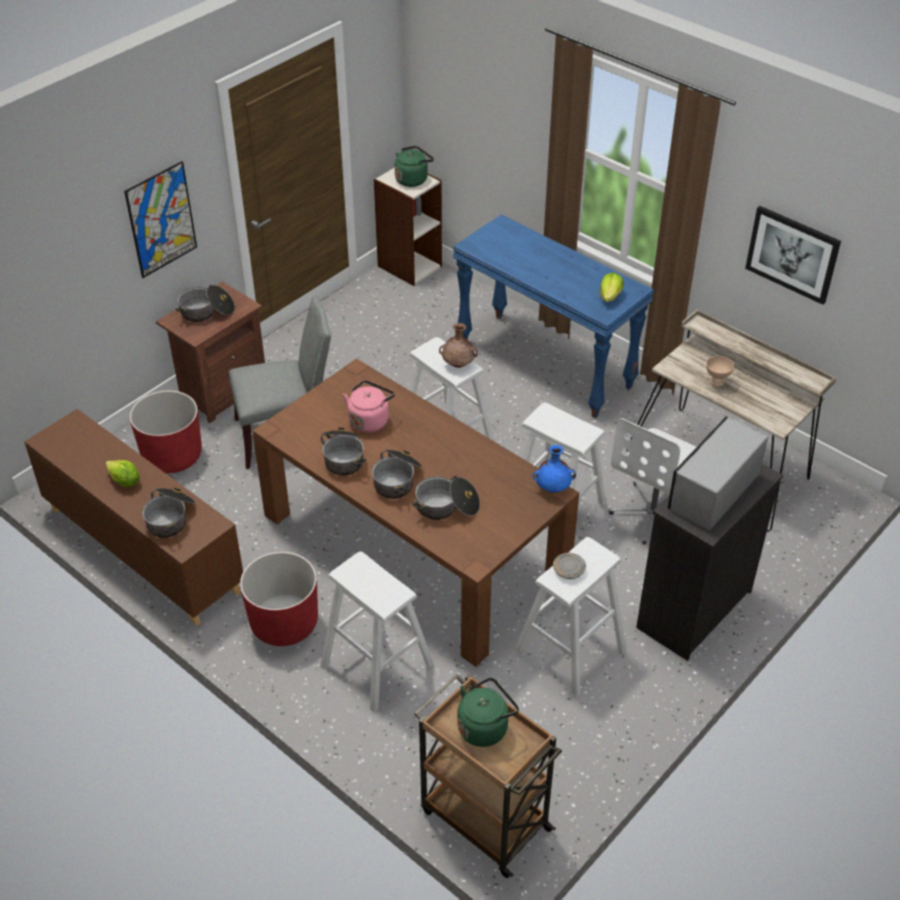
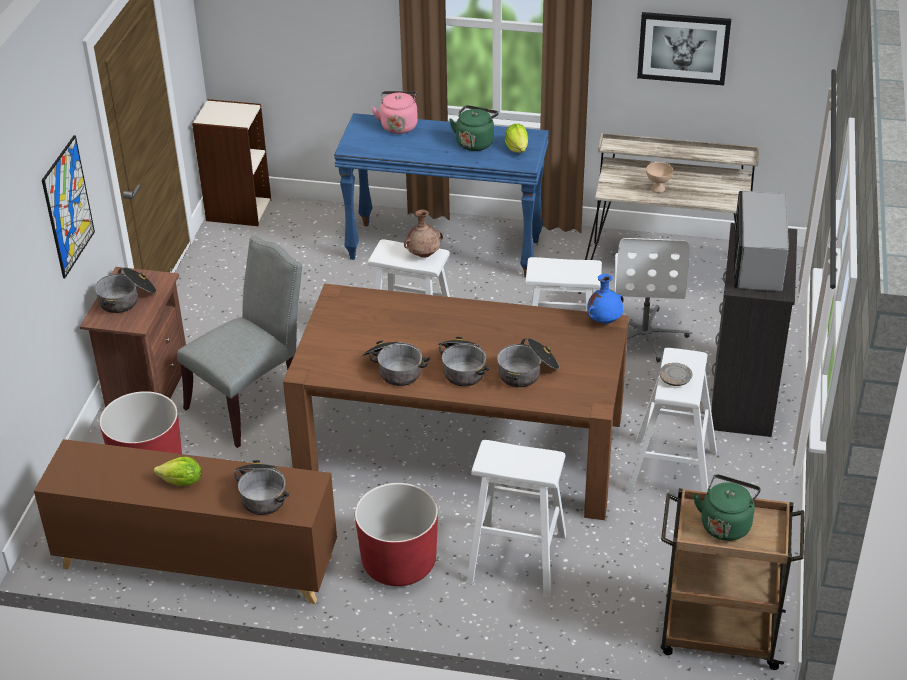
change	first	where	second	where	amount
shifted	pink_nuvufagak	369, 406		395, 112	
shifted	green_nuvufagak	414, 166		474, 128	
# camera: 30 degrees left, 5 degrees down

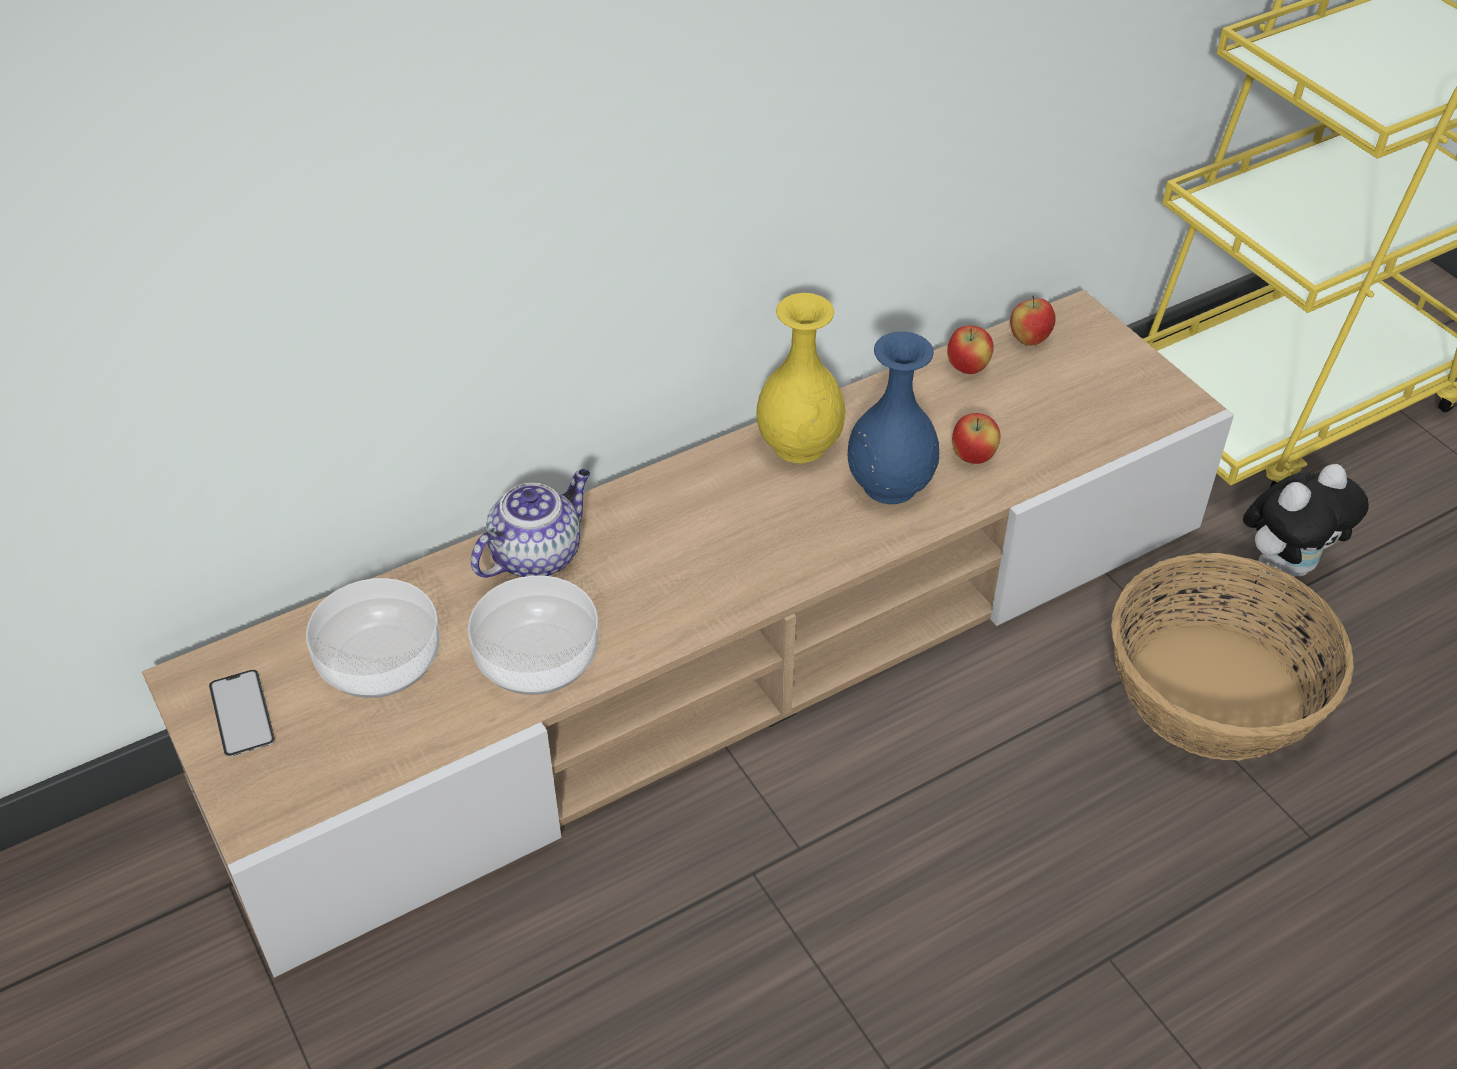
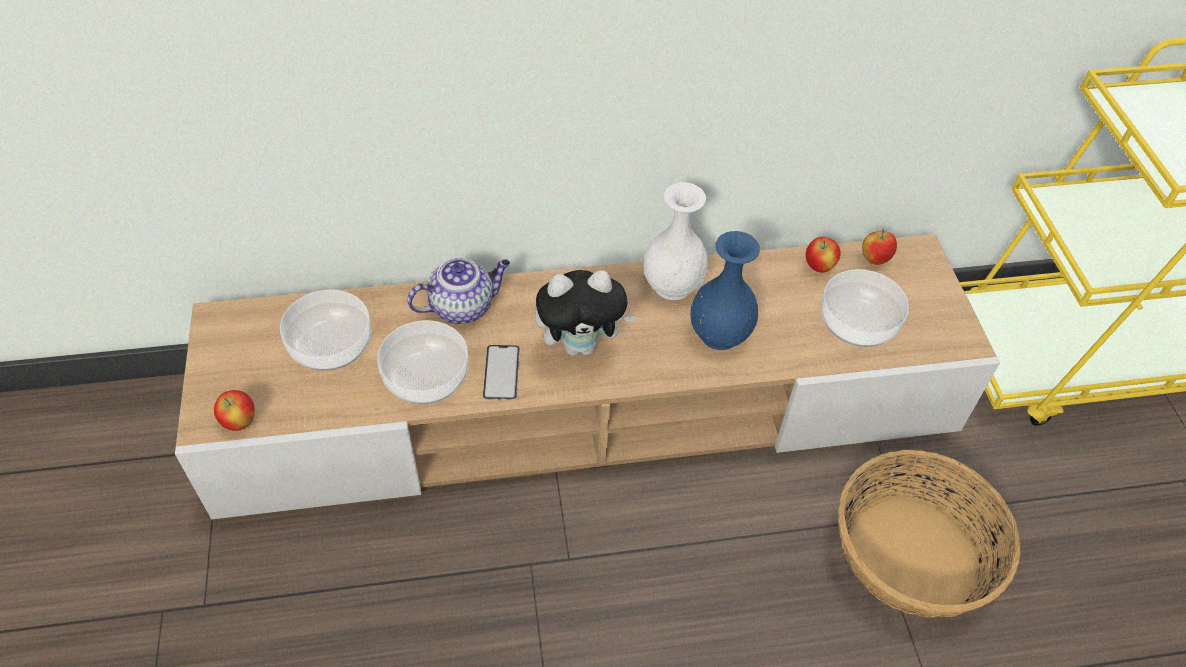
change	first	where	second	where	amount
shifted	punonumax	242, 713		501, 372	
repainted	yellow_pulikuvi	801, 378	white_pulikuvi	675, 241	
shifted	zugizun	976, 438		234, 410	
shifted	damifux	1306, 522		585, 313	
new			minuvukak	865, 308	
# camera: 20 degrees right, 5 degrees up

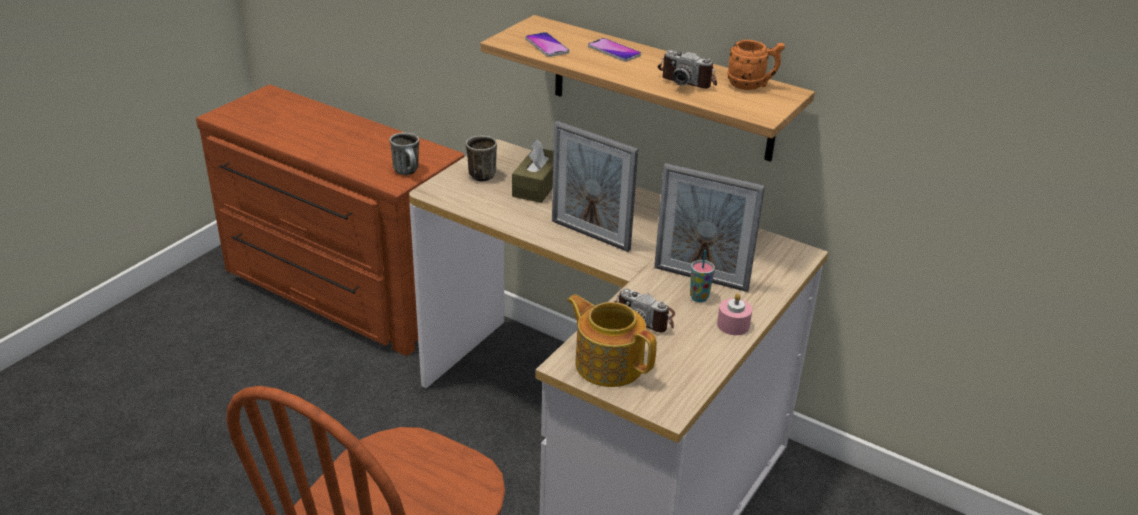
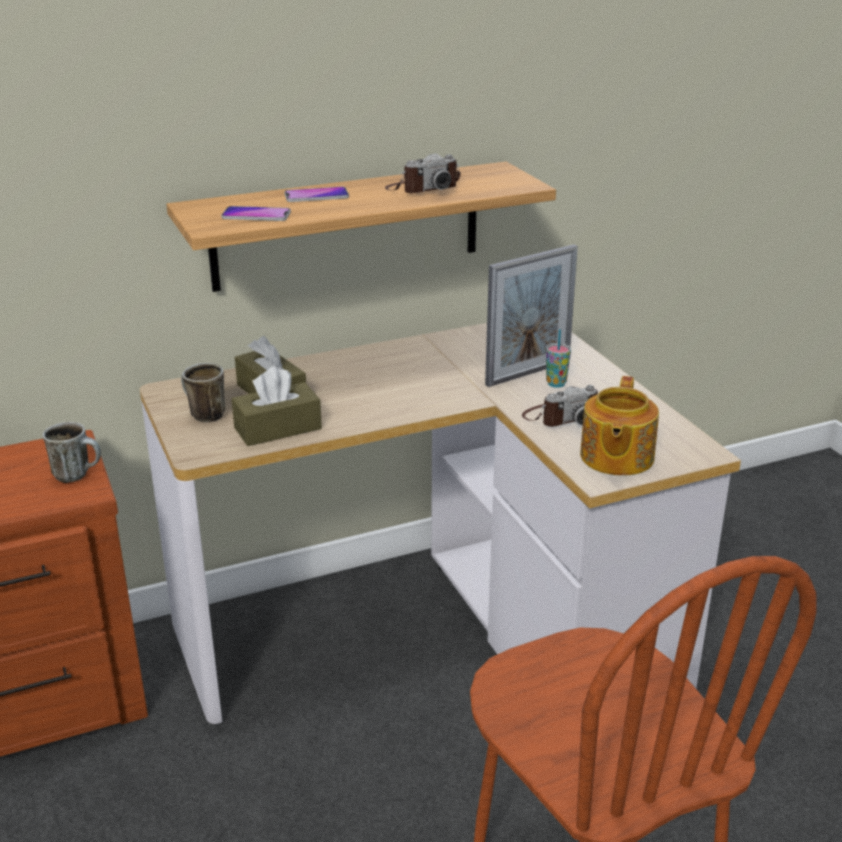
change	first	where	second	where	amount
gone	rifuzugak	595, 186			
rotated	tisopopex	612, 340		619, 426	60 degrees counterclockwise
gone	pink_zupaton	734, 314			
gone	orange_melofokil	756, 65			
new			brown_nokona	277, 406	
# camera: 55 degrees left, 5 degrees down

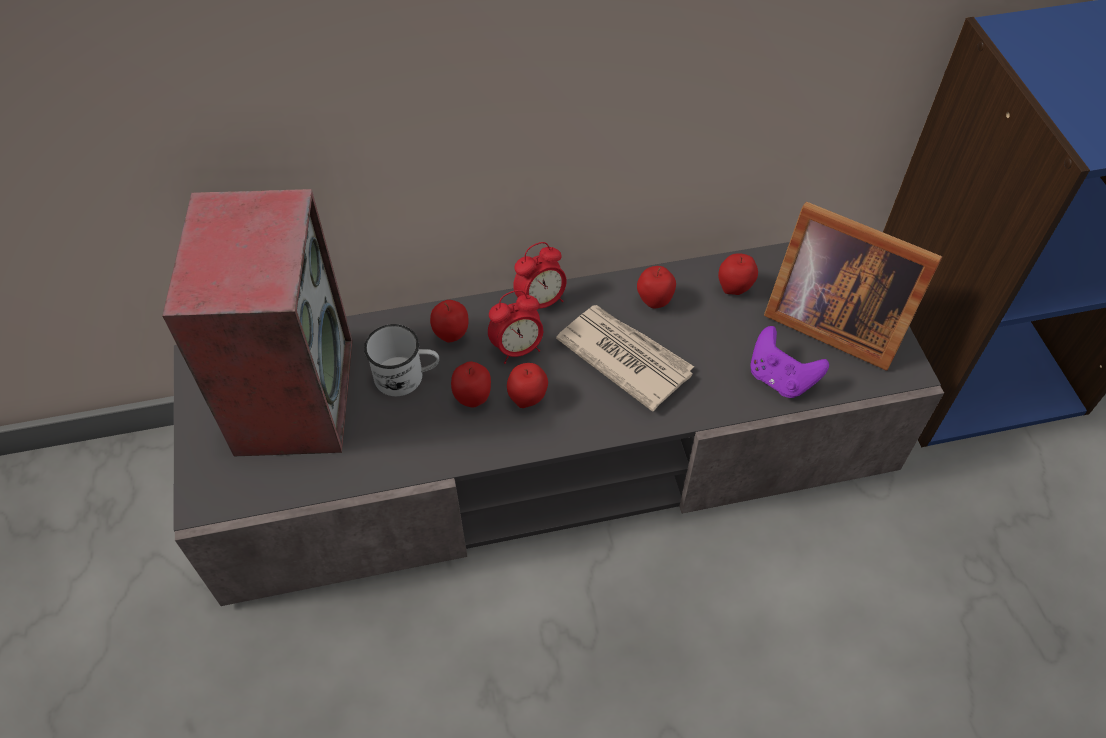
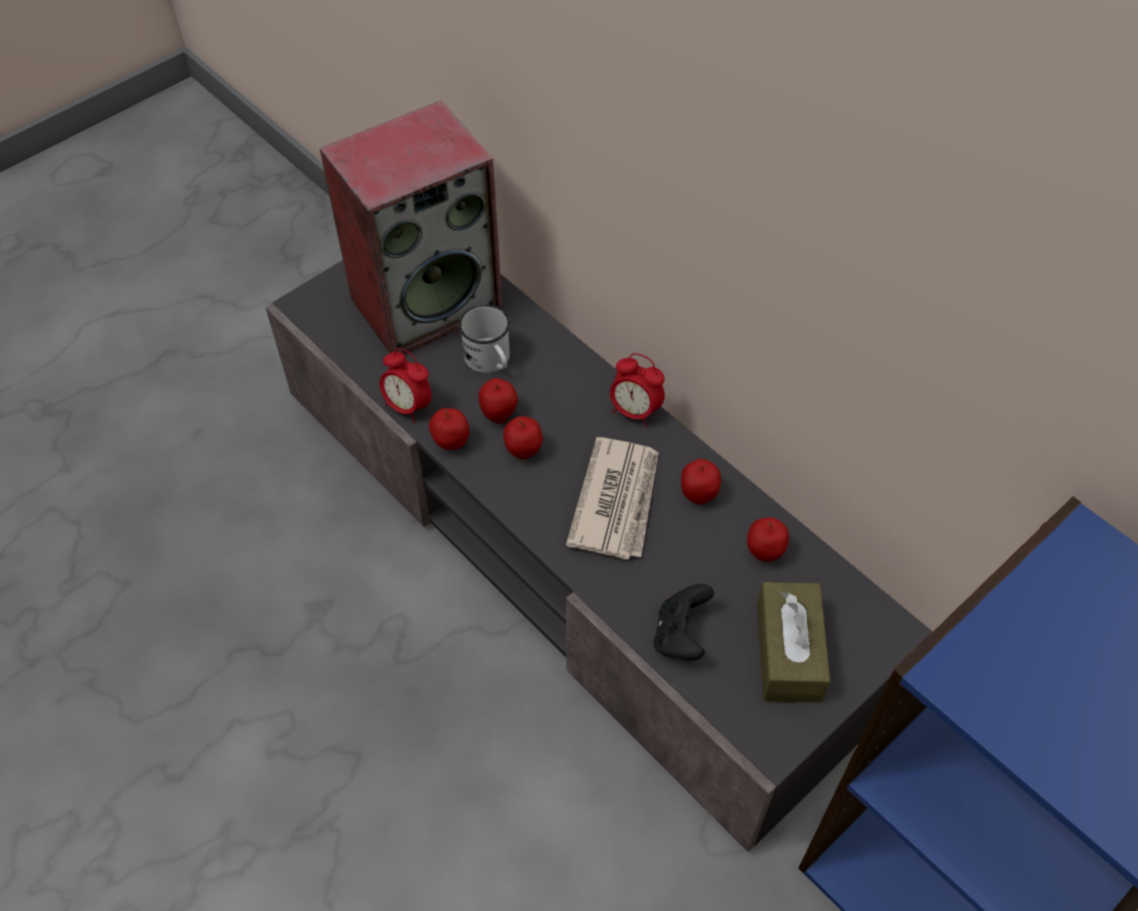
change	first	where	second	where	amount
shifted	zugizun	449, 321		449, 429	
shifted	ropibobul	515, 327		405, 385	
repainted	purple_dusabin	789, 362	black_dusabin	684, 622	
swapped	rifuzugak	853, 286	brown_nokona	793, 642	
# camera: 60 degrees right, 0 degrees up

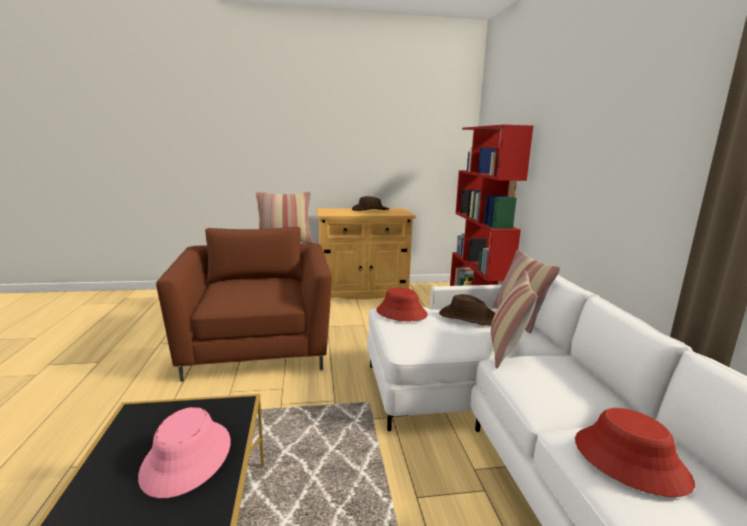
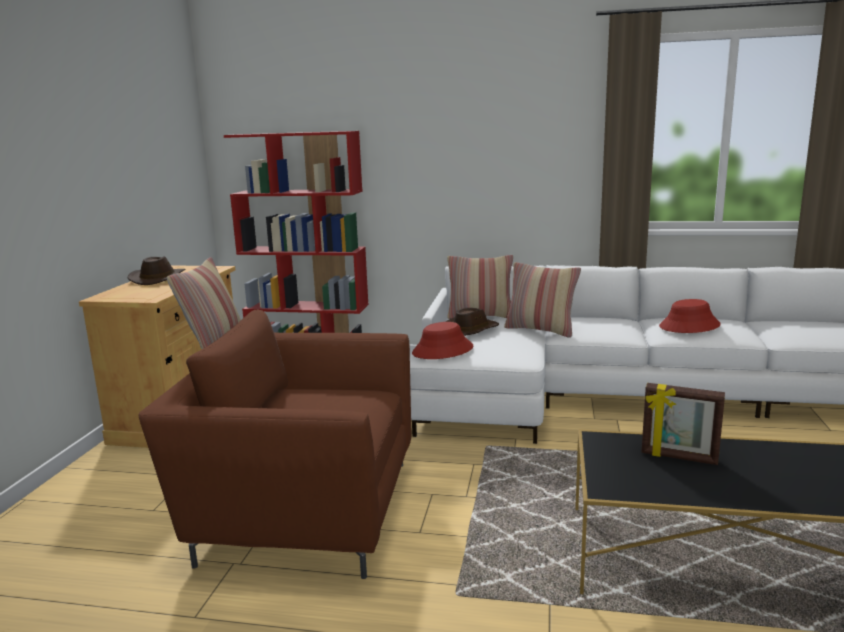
change	first	where	second	where	amount
swapped	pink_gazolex	184, 452	rifuzugak	683, 424	
# camera: 70 degrees left, 0 degrees up

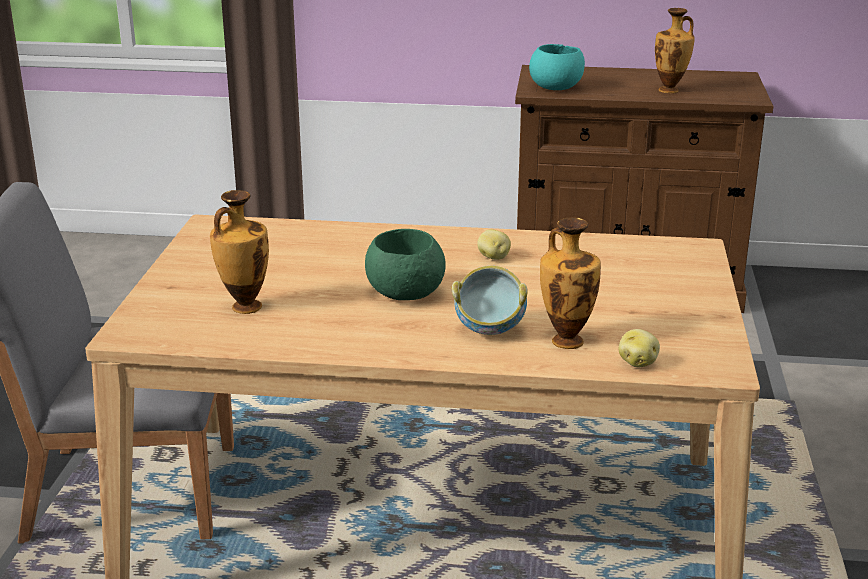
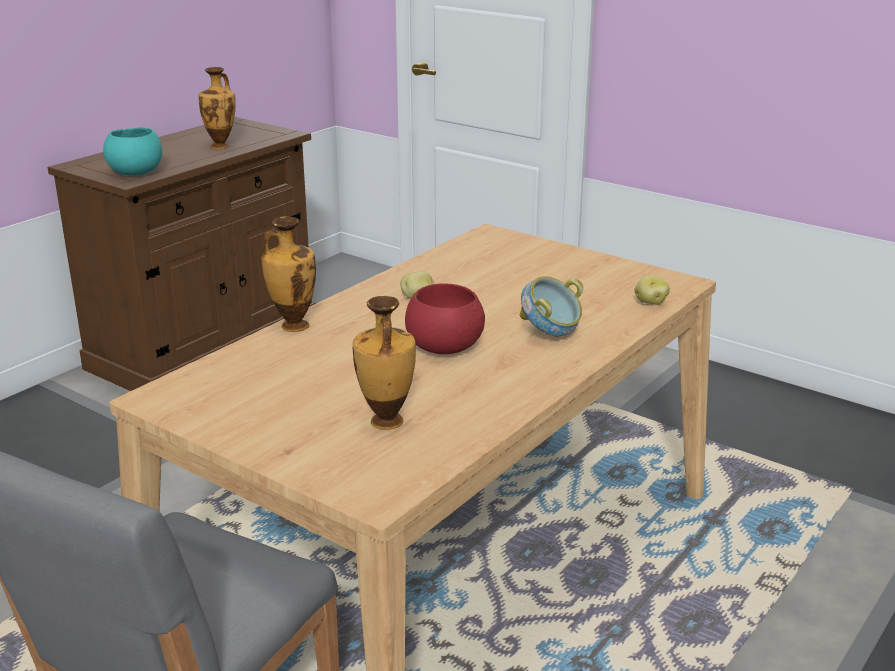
change	first	where	second	where	amount
repainted	green_minuvukak	405, 264	red_minuvukak	445, 318	
shifted	pulikuvi	570, 283		289, 274	
# camera: 60 degrees left, 0 degrees up

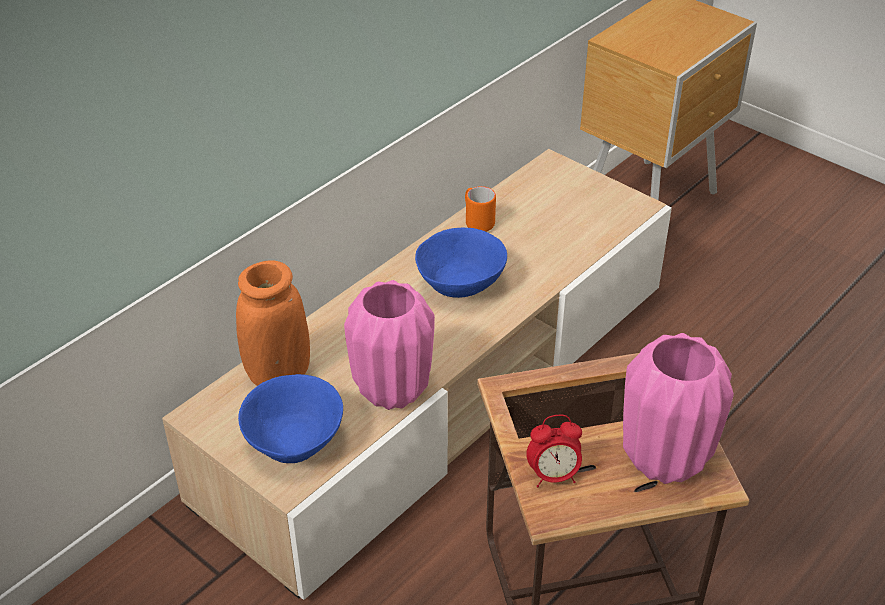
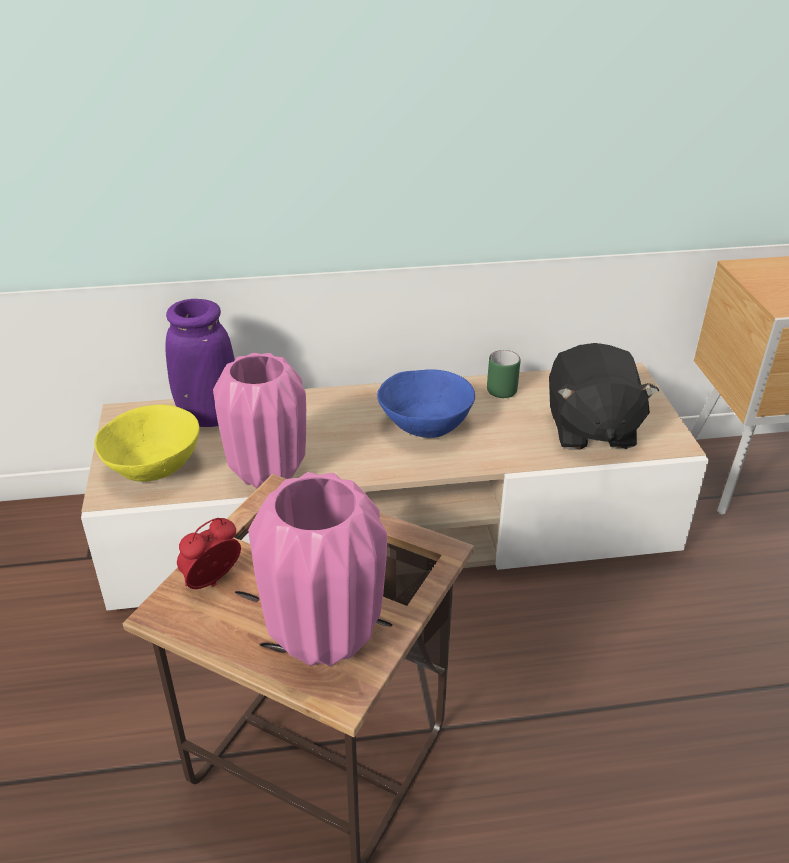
change	first	where	second	where	amount
repainted	orange_pulikuvi	273, 323	purple_pulikuvi	200, 363	
repainted	blue_minuvukak	290, 418	yellow_minuvukak	147, 443	
repainted	orange_melofokil	480, 209	green_melofokil	503, 374	
rotated	ropibobul	554, 451		209, 553	105 degrees clockwise
new			black_damifux	604, 396	
# camera: 40 degrees right, 5 degrees down

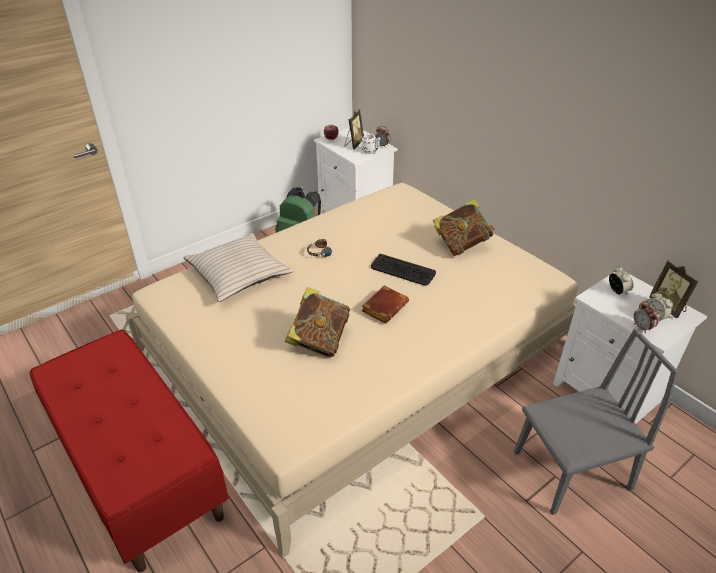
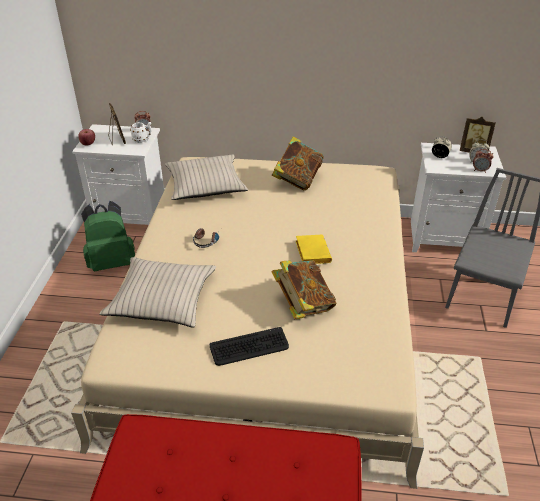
change	first	where	second	where	amount
repainted	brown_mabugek	385, 304	yellow_mabugek	314, 249	
shifted	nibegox	403, 270		249, 346	
new			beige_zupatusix	206, 177	
# camera: 45 degrees left, 0 degrees up

